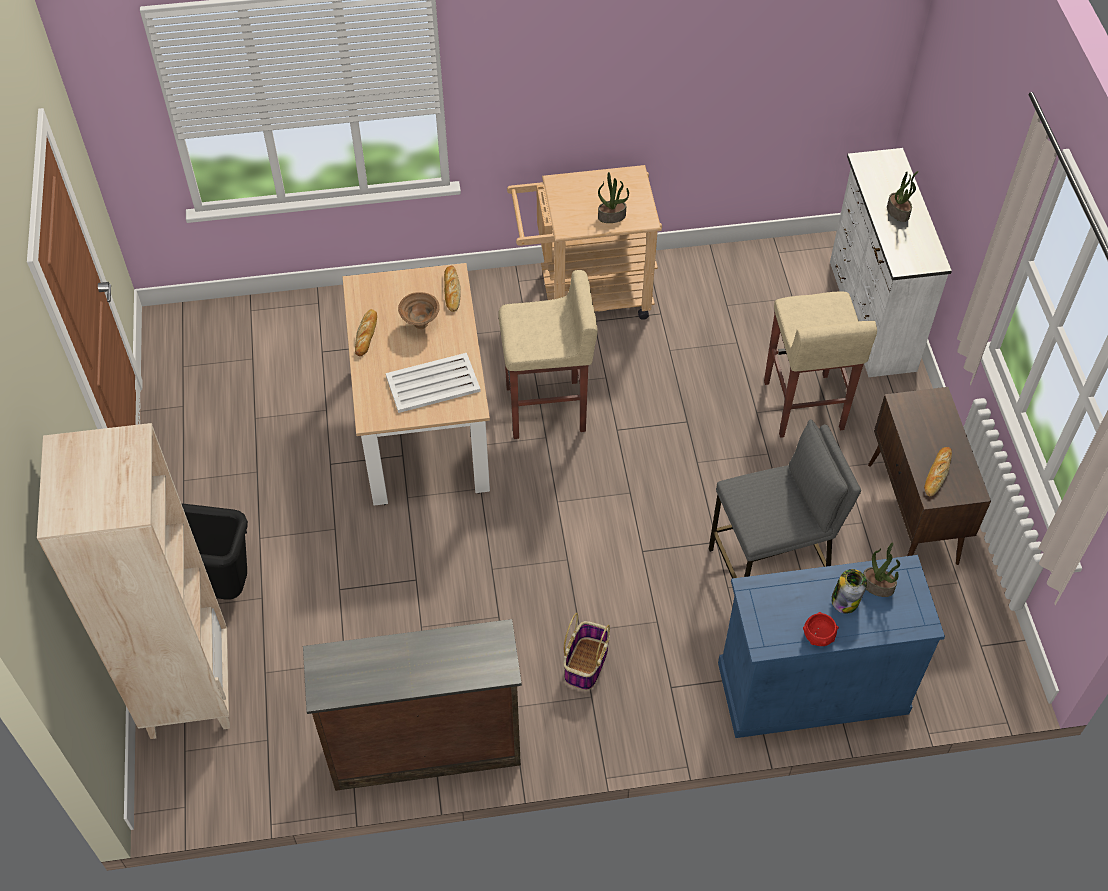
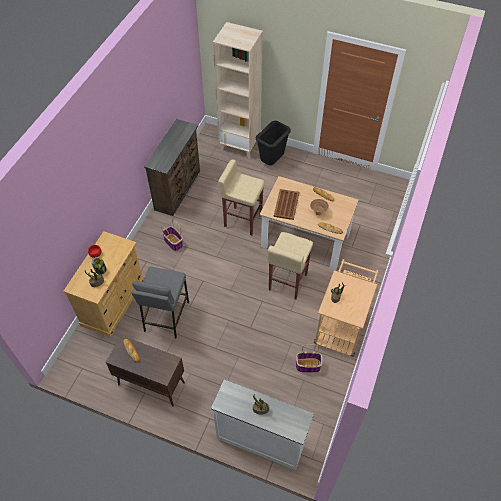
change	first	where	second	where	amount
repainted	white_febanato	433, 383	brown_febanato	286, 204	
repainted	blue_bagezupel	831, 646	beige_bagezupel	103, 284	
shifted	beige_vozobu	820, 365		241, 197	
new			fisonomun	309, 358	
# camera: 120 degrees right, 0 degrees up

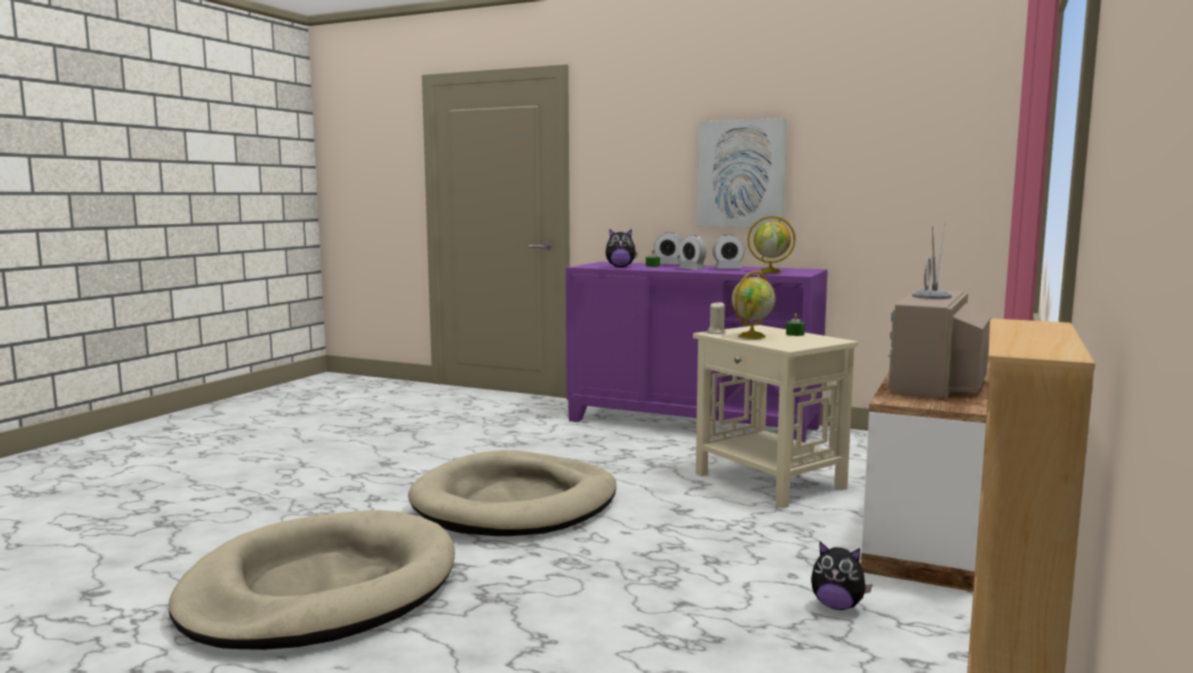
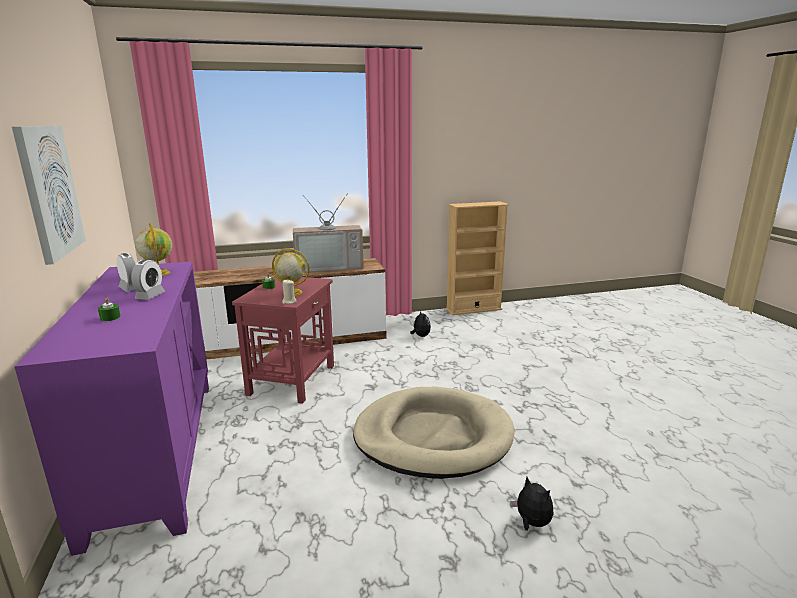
change	first	where	second	where	amount
gone	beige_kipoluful	312, 580			
shifted	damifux	621, 248		532, 504	
gone	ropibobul	668, 248			
repainted	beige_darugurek	776, 416	red_darugurek	283, 340	
# camera: 130 degrees left, 10 degrees up

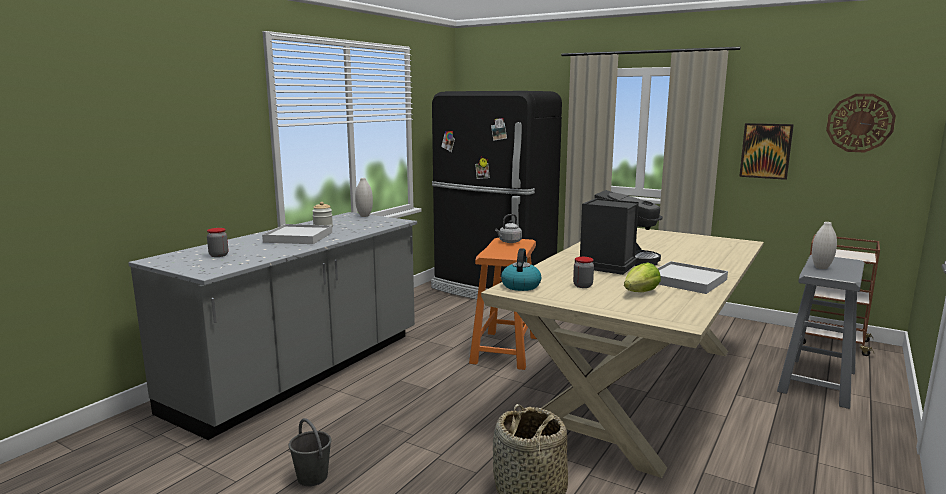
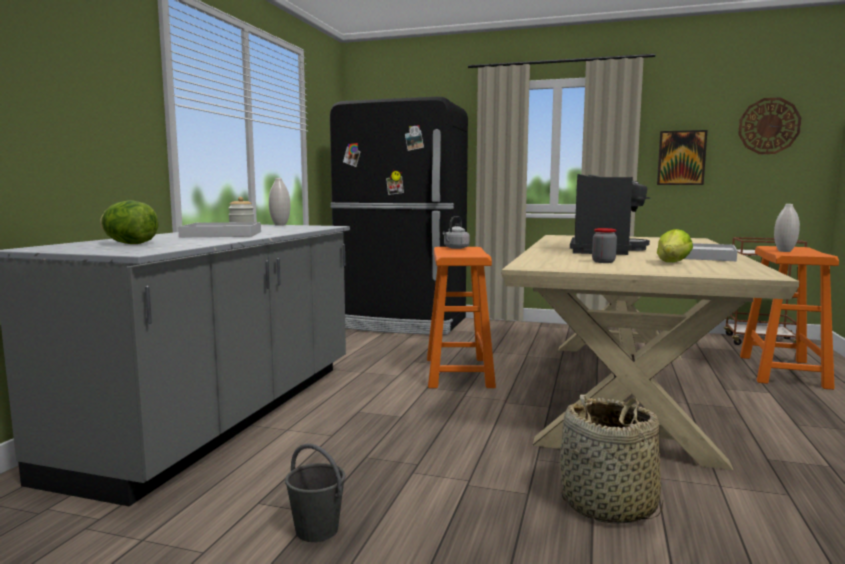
change	first	where	second	where	amount
swapped	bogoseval	217, 242	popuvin	129, 222	
gone	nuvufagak	521, 269			
repainted	grey_vozobu	821, 332	orange_vozobu	789, 318	
# camera: 15 degrees left, 5 degrees down

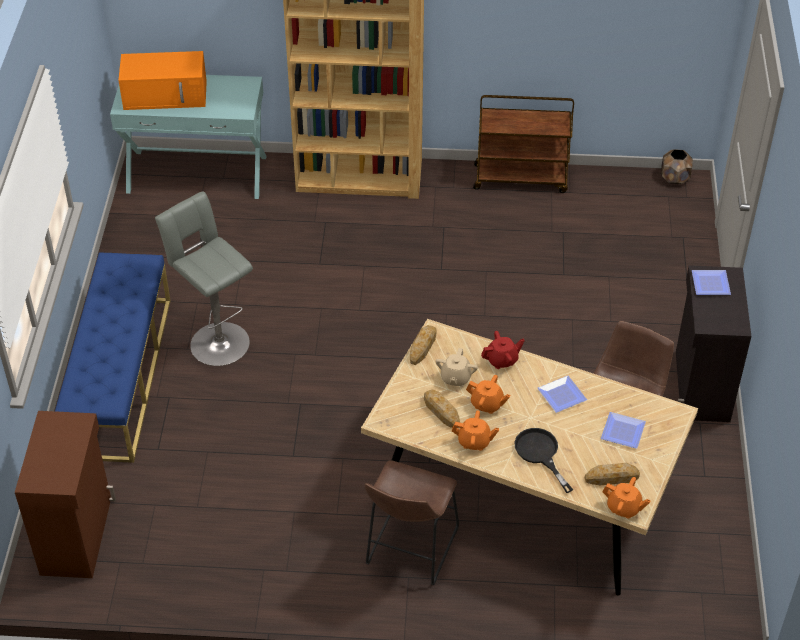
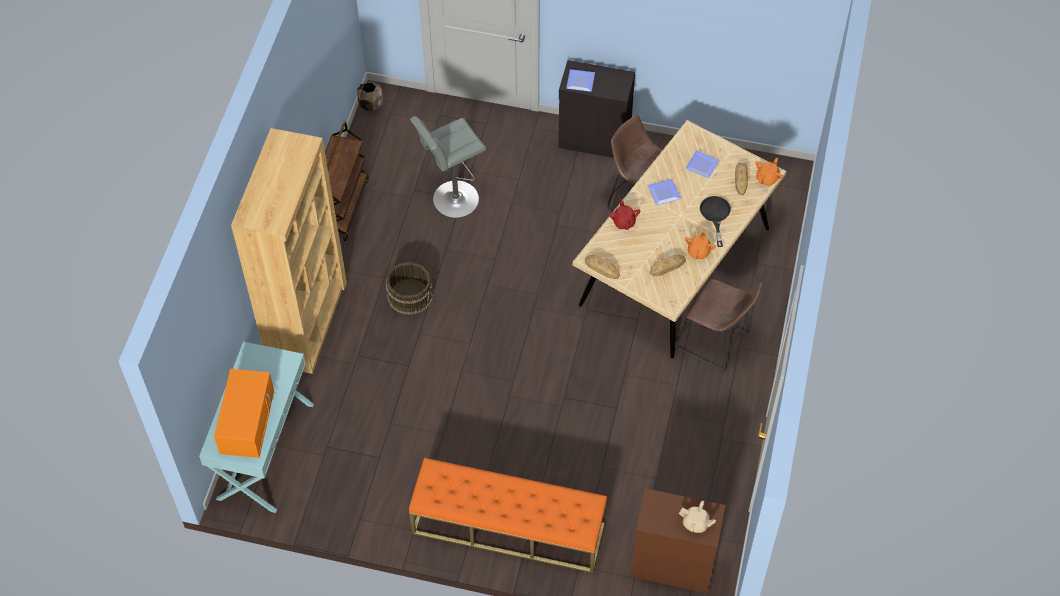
change	first	where	second	where	amount
repainted	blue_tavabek	113, 357	orange_tavabek	508, 515	
shifted	grey_vozobu	204, 278		448, 167	
shifted	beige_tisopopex	457, 367		697, 517	
gone	orange_tisopopex	488, 394			
rotated	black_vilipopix	543, 460		715, 221	105 degrees clockwise
new			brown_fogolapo	409, 288	
# camera: 80 degrees left, 10 degrees up

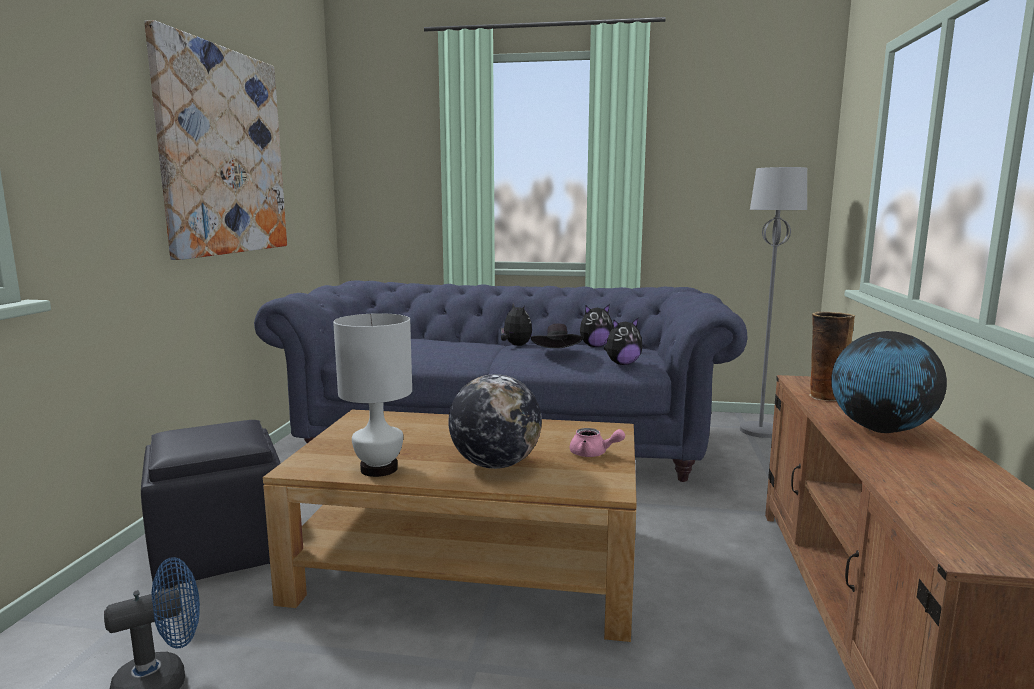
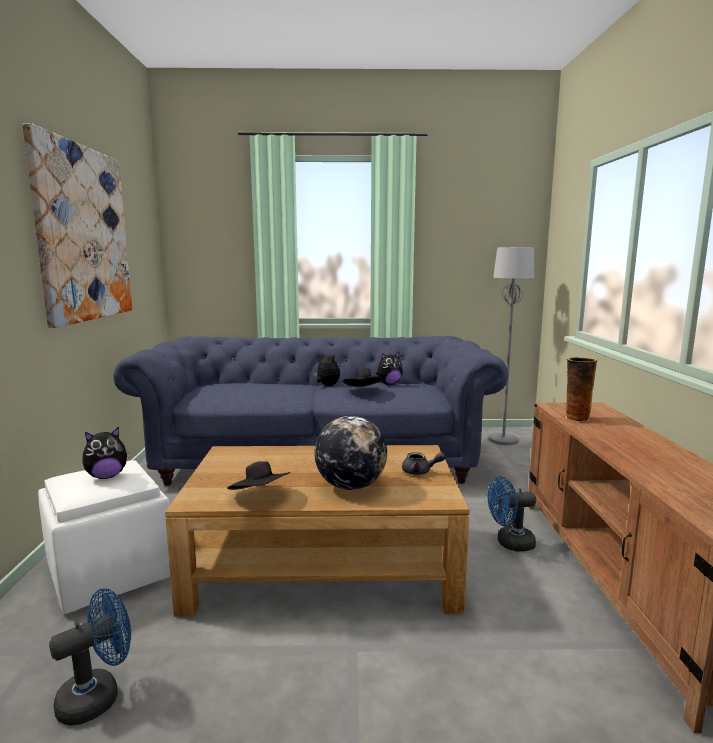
change	first	where	second	where	amount
repainted	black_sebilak	211, 504	white_sebilak	104, 537	
swapped	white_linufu	372, 395	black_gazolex	258, 475	
repainted	pink_tisopopex	597, 442	grey_tisopopex	424, 463	
shifted	damifux	623, 341		105, 453	
gone	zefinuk	889, 382			
new			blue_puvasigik	512, 514	
# camera: 10 degrees left, 0 degrees up

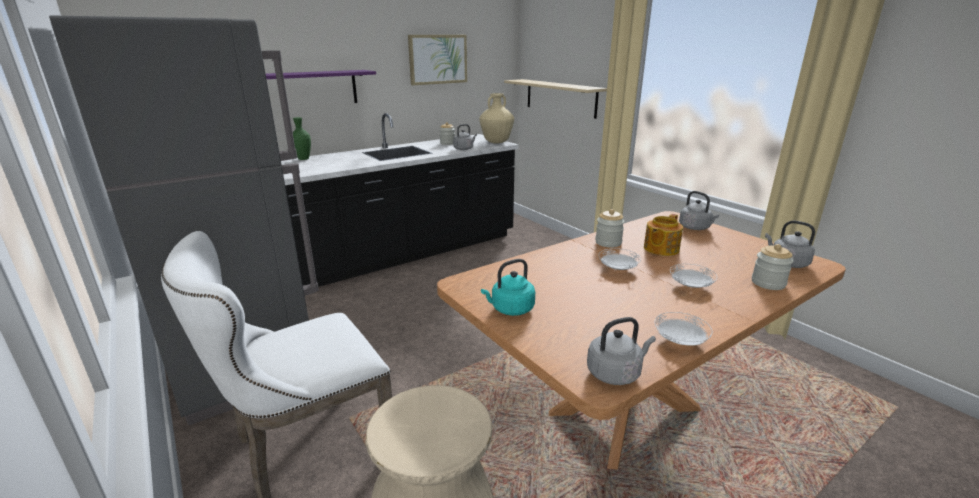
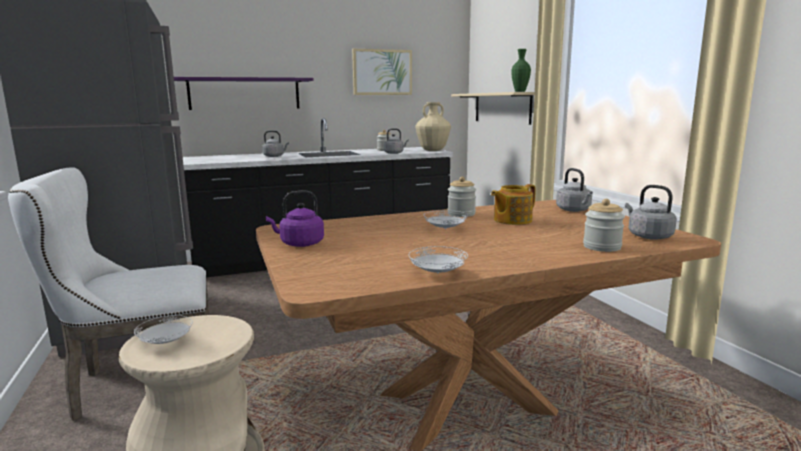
change	first	where	second	where	amount
shifted	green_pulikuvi	302, 138		521, 70	
repainted	turquoise_nuvufagak	508, 287	purple_nuvufagak	295, 218	
shifted	grey_nuvufagak	621, 351		275, 144	
shifted	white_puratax	693, 276		163, 329	
# camera: 15 degrees right, 10 degrees down

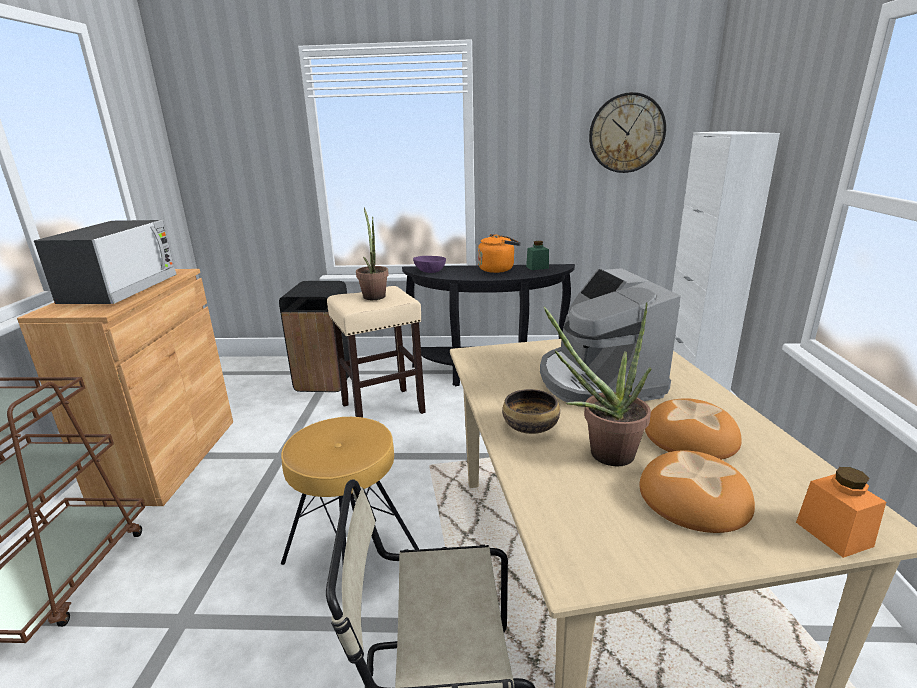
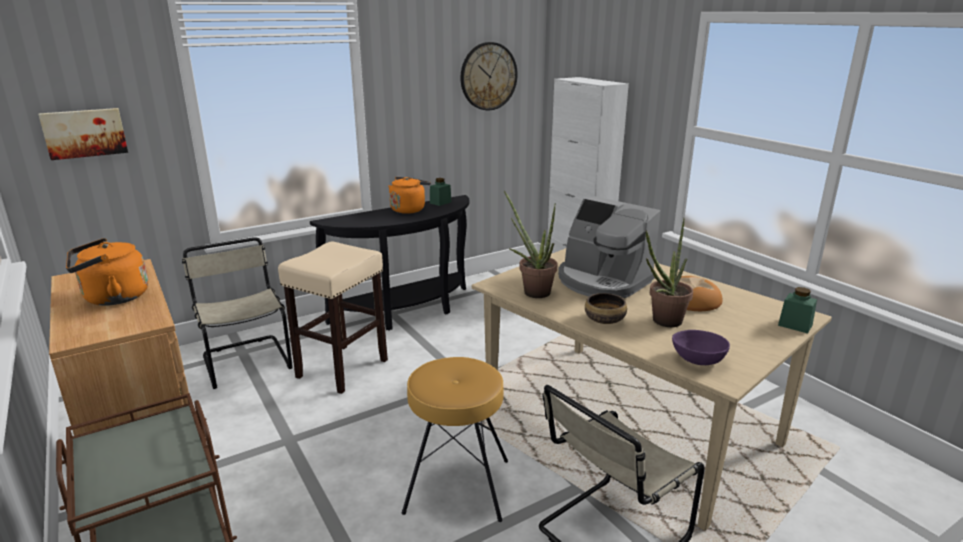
change	first	where	second	where	amount
swapped	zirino	105, 262	orange_nuvufagak	107, 272	
swapped	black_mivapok	314, 336	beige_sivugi	237, 313	
shifted	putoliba	372, 253		531, 244	
shifted	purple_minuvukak	429, 264		701, 347	
gone	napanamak	697, 491			
repainted	orange_bogoseval	841, 512	green_bogoseval	797, 310	
new			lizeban	83, 134	
# camera: 35 degrees left, 0 degrees up

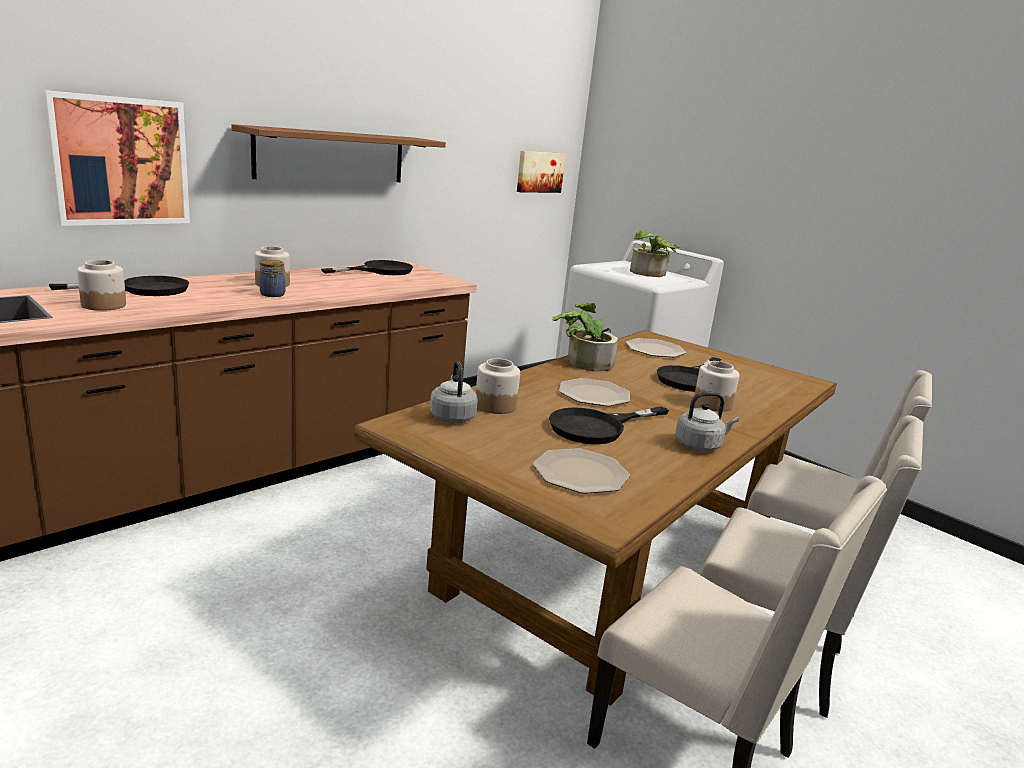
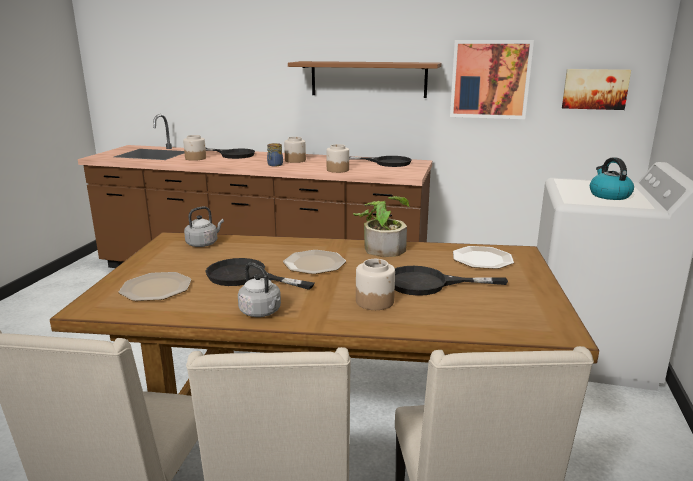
change	first	where	second	where	amount
shifted	lizeban	116, 158		492, 79	
shifted	bogoseval	498, 386		337, 158	
swapped	putoliba	655, 254	nuvufagak	612, 178	
# camera: 60 degrees right, 0 degrees up

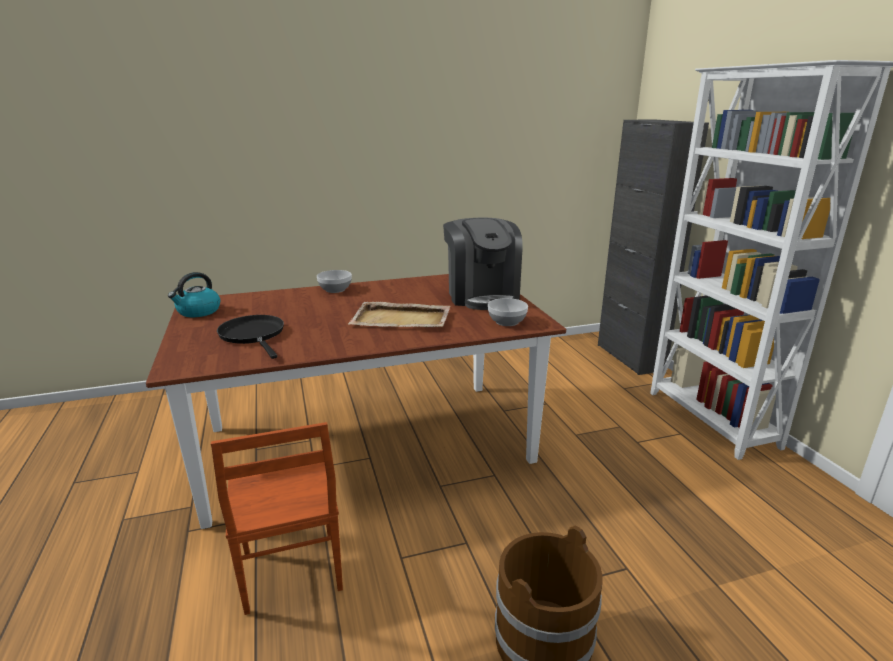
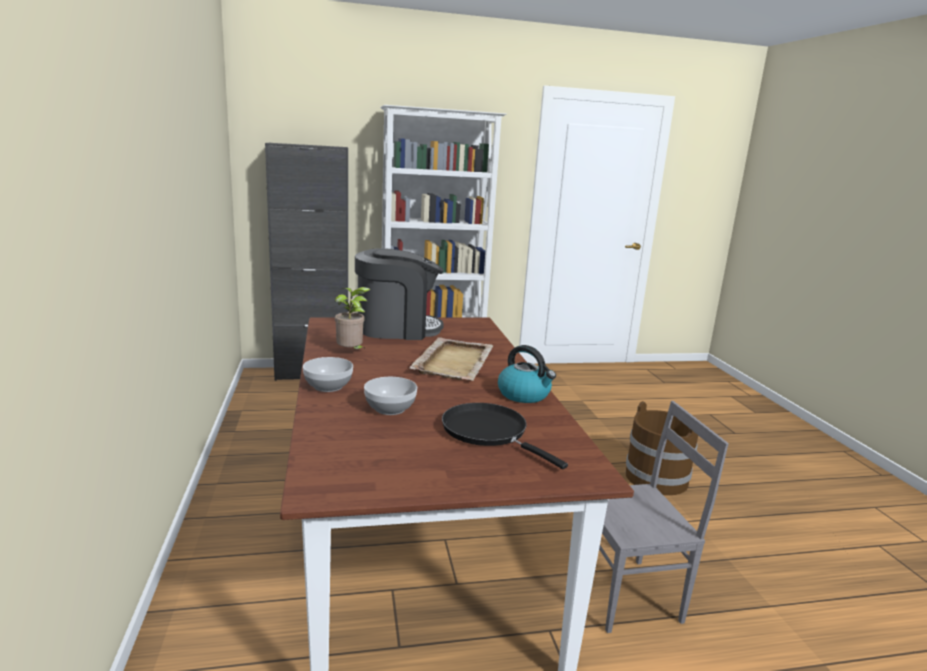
change	first	where	second	where	amount
shifted	nuvufagak	194, 294		527, 374	
repainted	brown_sivugi	277, 518	grey_sivugi	664, 517	
rotated	black_vilipopix	250, 337		505, 436	75 degrees clockwise
shifted	minuvukak	508, 312		390, 396	
new			putoliba	353, 318	
# camera: 85 degrees left, 5 degrees down

